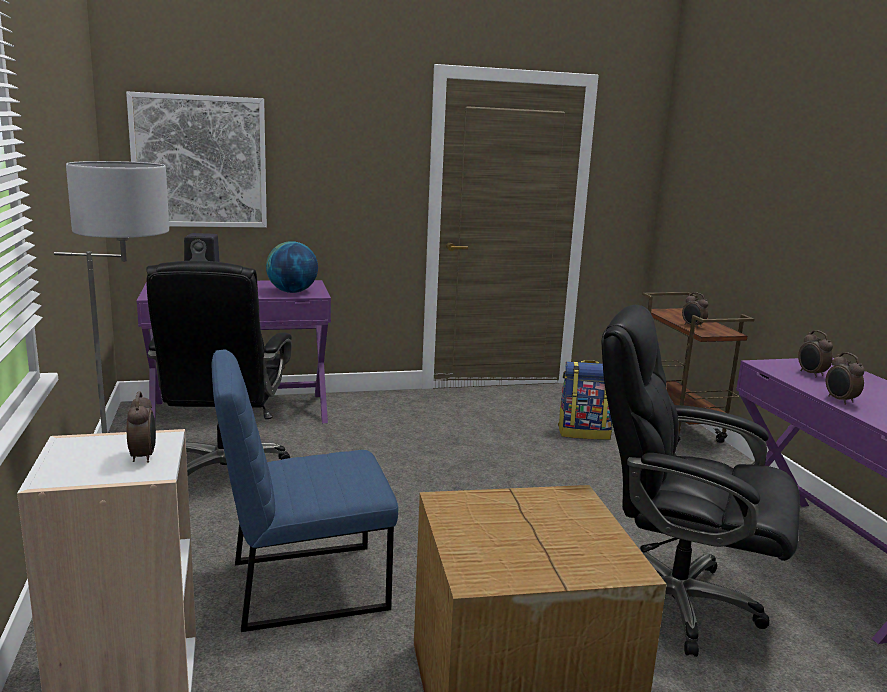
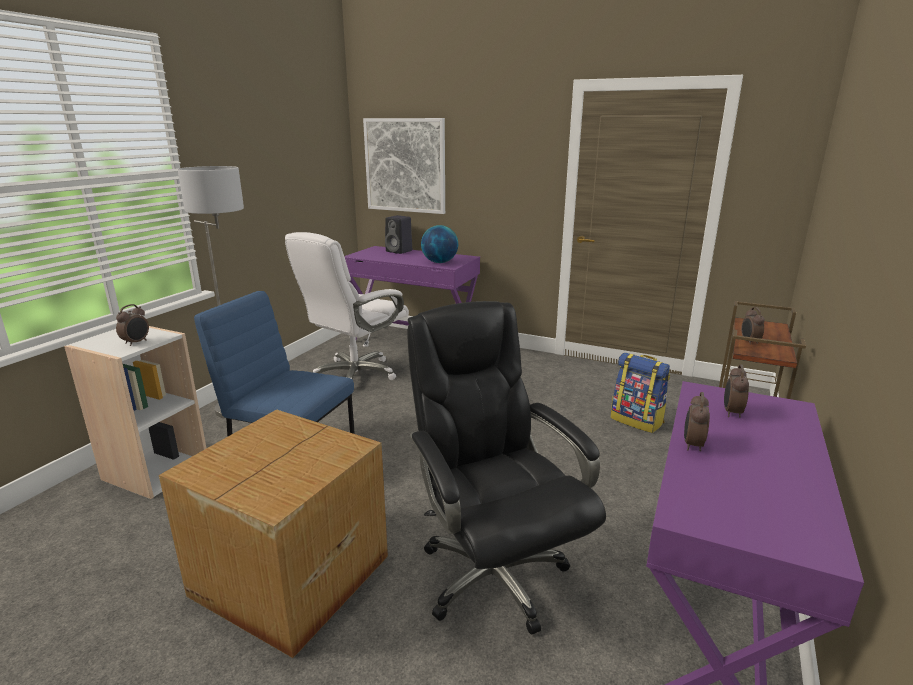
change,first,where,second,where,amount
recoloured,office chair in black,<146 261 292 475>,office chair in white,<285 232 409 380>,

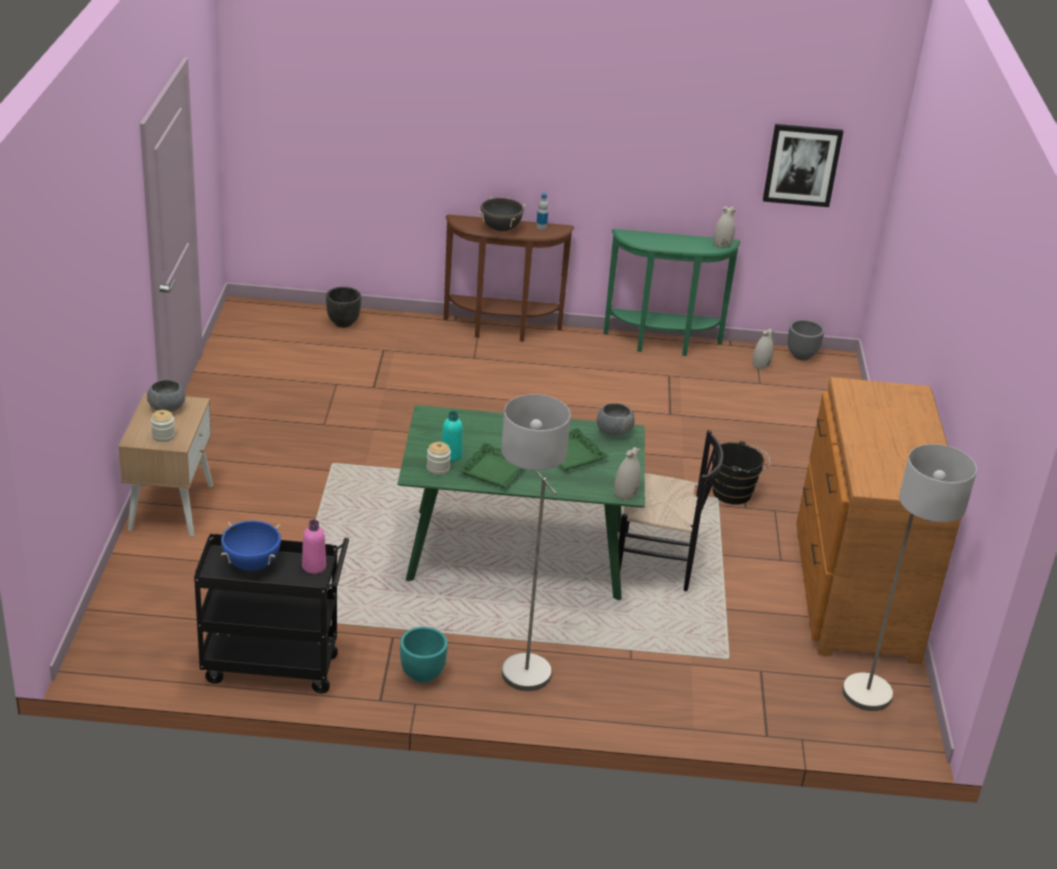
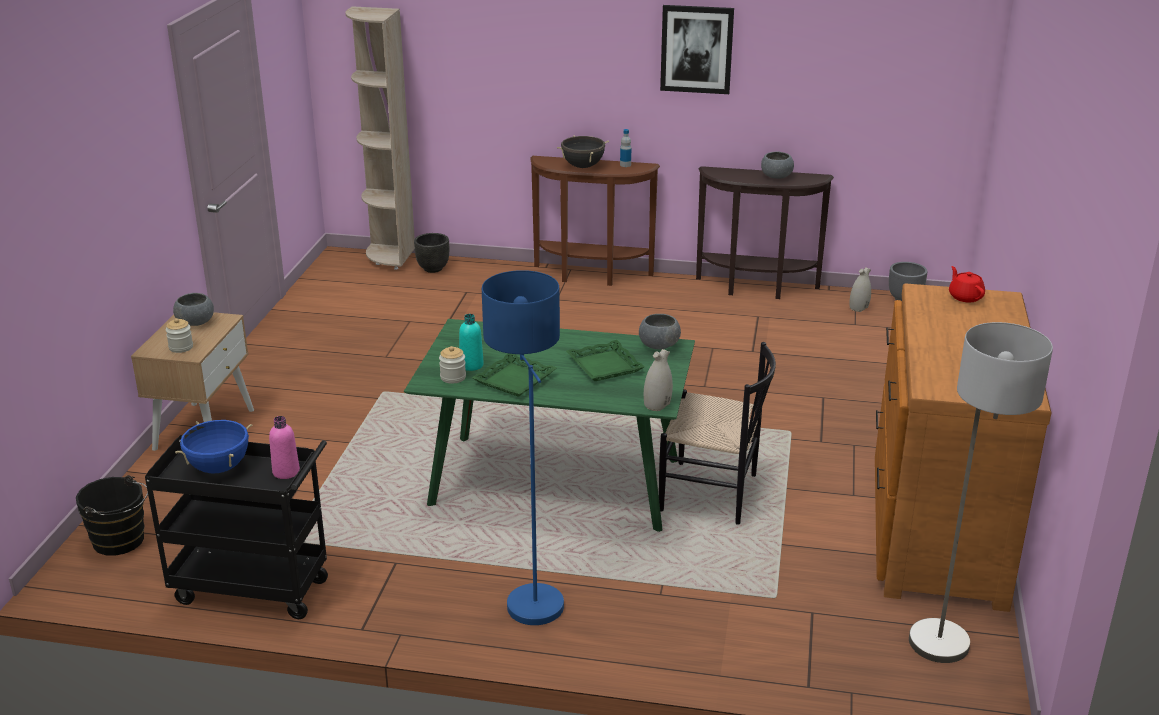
change,first,where,second,where,amount
removed,planter in turquoise,<400 627 448 683>,,,
removed,vase in white,<713 206 736 248>,,,
added,,,bookcase in beige,<346 6 415 270>,
added,,,bowl in grey,<761 151 794 179>,
added,,,teapot in red,<949 266 985 302>,
moved,bucket in black,<712 441 770 504>,,<76 475 148 556>,
moved,picture,<763 124 843 207>,,<660 5 734 94>,
recoloured,floor lamp in grey,<501 394 571 691>,floor lamp in blue,<482 270 564 625>,
recoloured,console table in green,<604 229 741 356>,console table in brown,<696 166 834 299>,

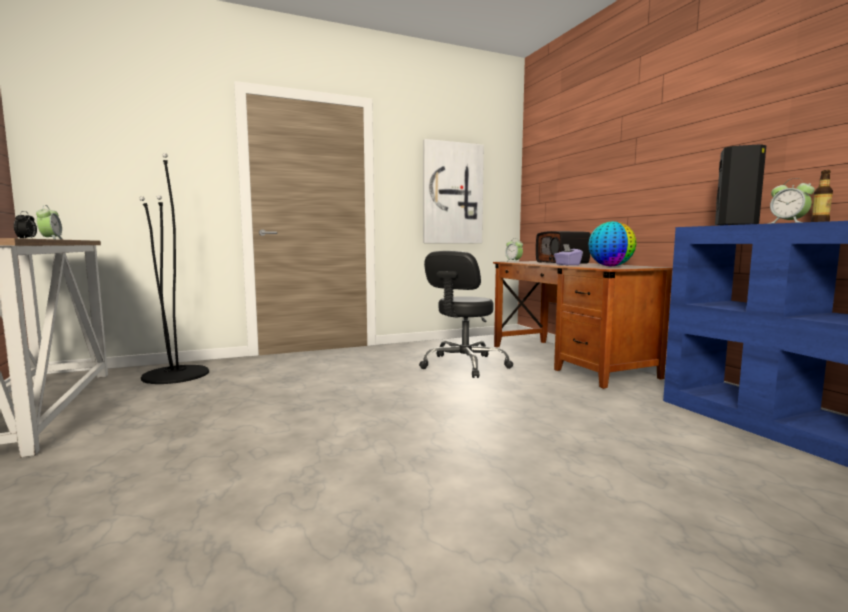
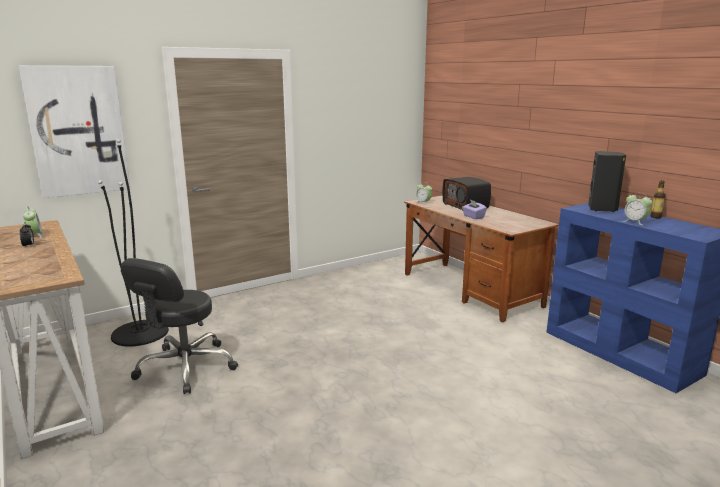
change,first,where,second,where,amount
removed,globe,<588 221 637 266>,,,
moved,office chair in black,<419 251 513 378>,,<121 258 238 394>,
moved,picture,<423 139 484 243>,,<19 65 131 198>,

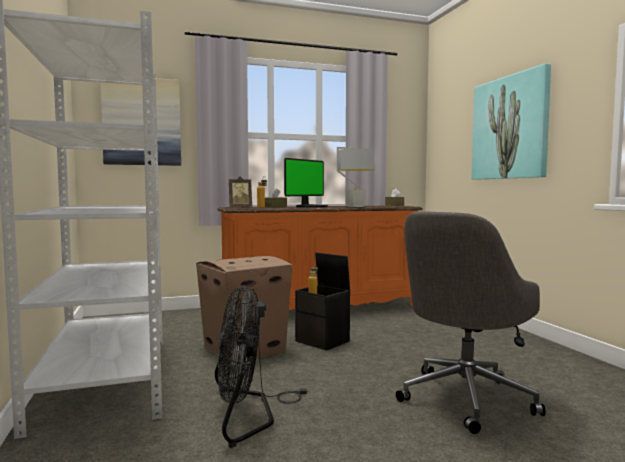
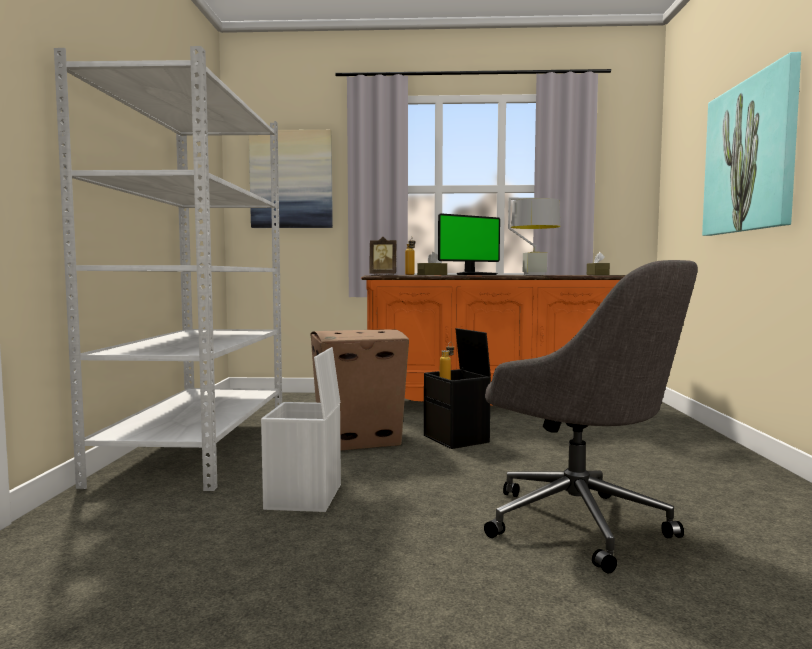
change,first,where,second,where,amount
replaced,fan in black,<215 285 309 448>,storage box in white,<261 347 341 512>,
turned,office chair in grey,<396 212 546 434>,,<484 260 698 574>,105 degrees counterclockwise

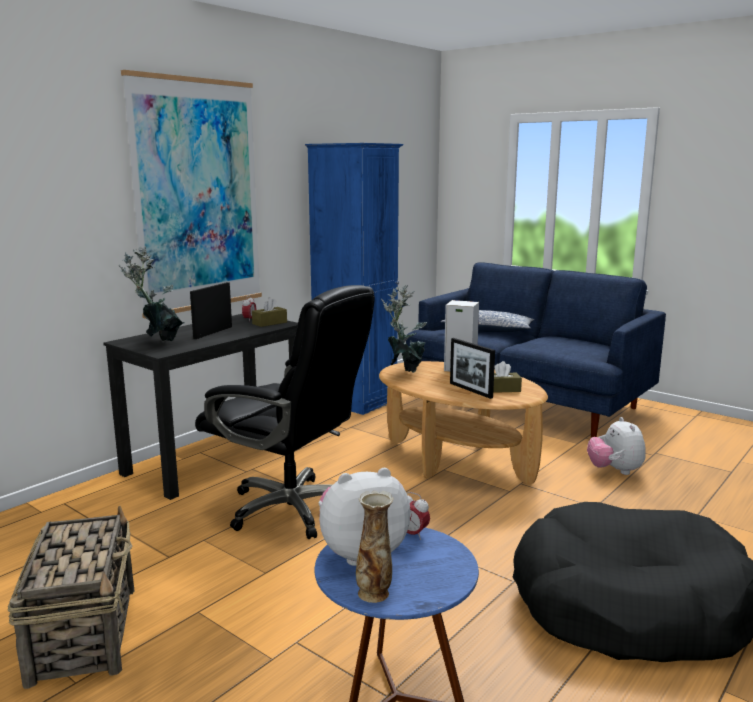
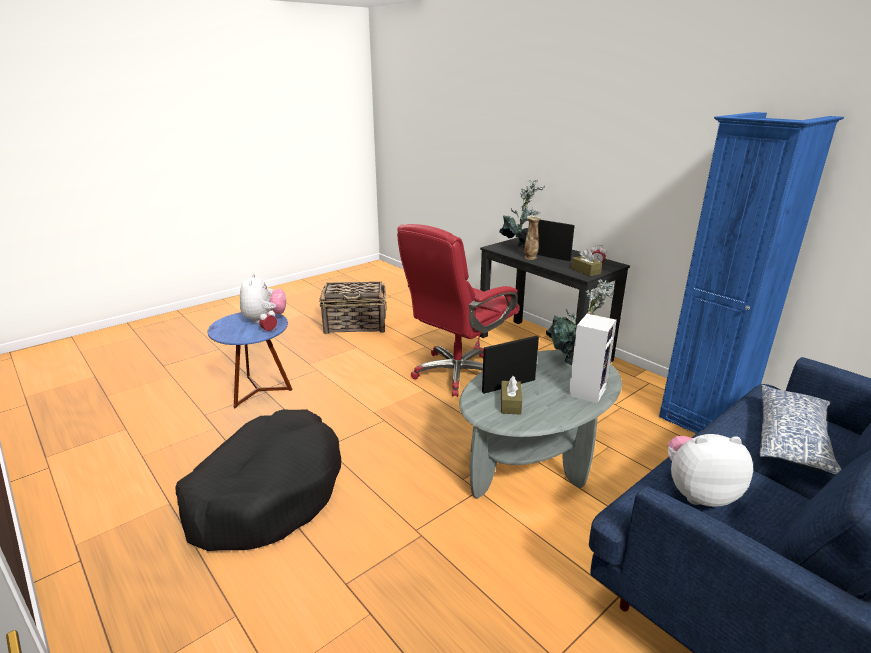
change,first,where,second,where,amount
removed,picture,<121 70 262 319>,,,
moved,vase,<356 491 394 603>,,<524 216 541 260>,
moved,plush toy,<587 417 646 475>,,<668 434 753 507>,
recoloured,office chair in black,<195 285 375 539>,office chair in red,<397 224 519 397>,
recoloured,coffee table in brown,<379 361 548 484>,coffee table in grey,<459 350 622 499>,

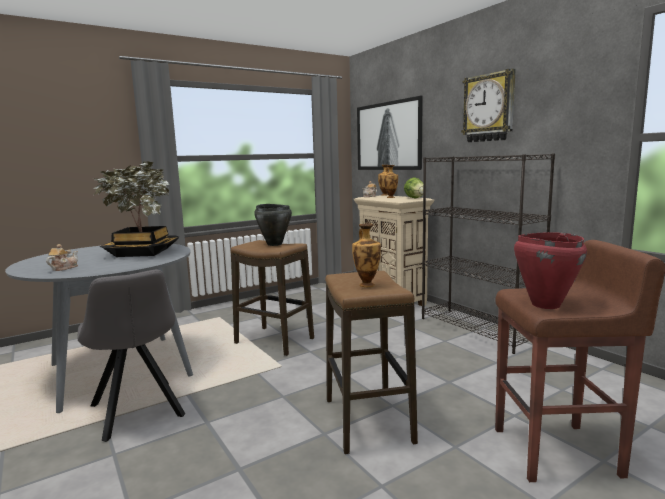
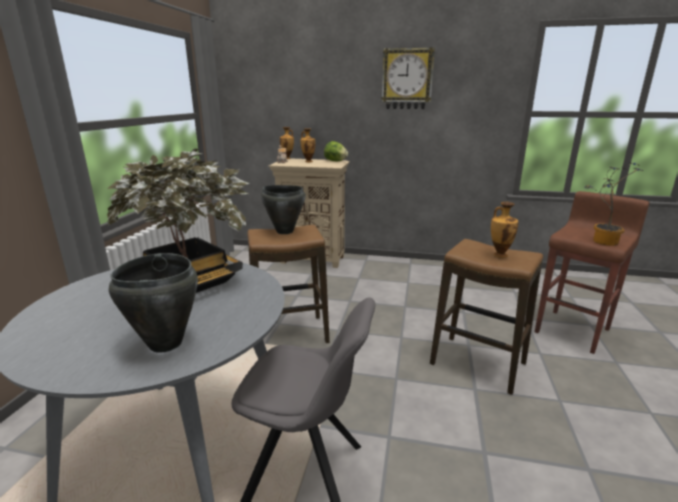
change,first,where,second,where,amount
removed,picture,<357 96 423 170>,,,
removed,bookcase in black,<422 153 555 354>,,,
replaced,teapot,<46 244 78 271>,cooking pot in black,<109 253 198 353>,
replaced,cooking pot in red,<514 232 587 309>,potted plant,<584 162 644 246>,

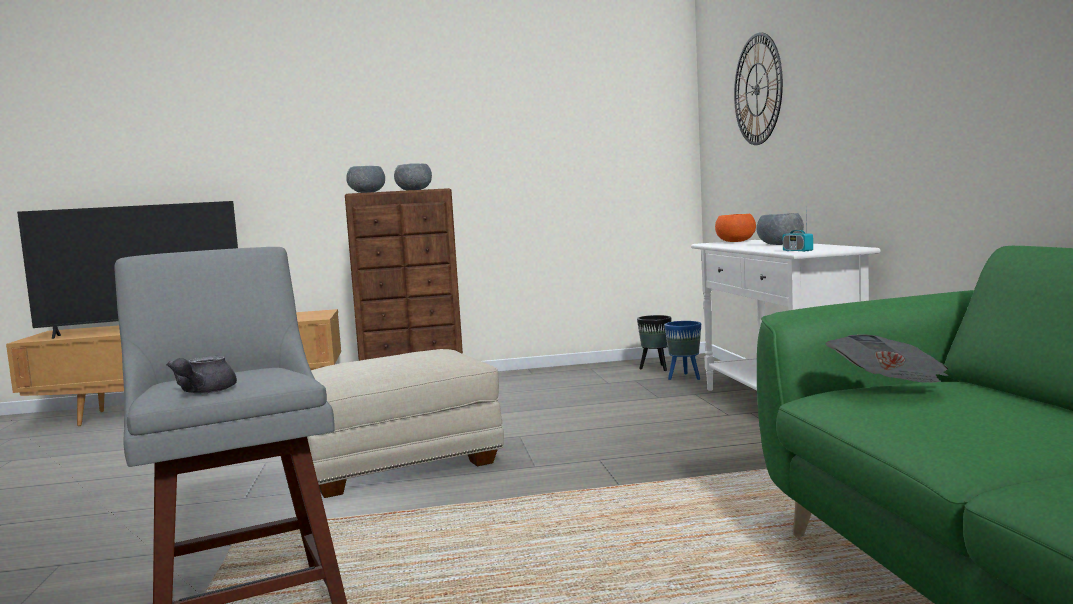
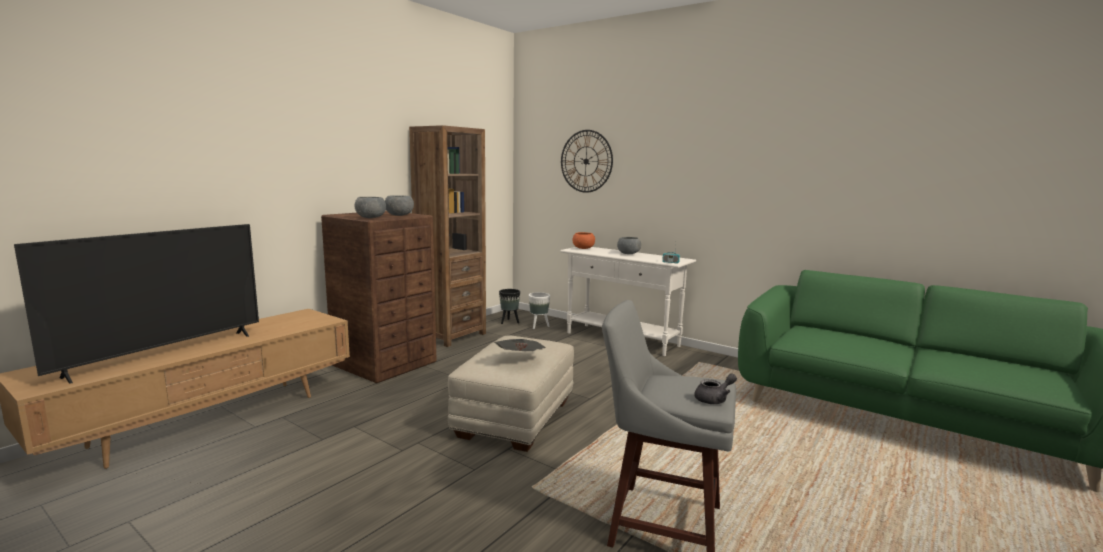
change,first,where,second,where,amount
added,,,bookcase in brown,<409 125 486 347>,
moved,newspaper,<825 335 949 383>,,<494 339 546 351>,
recoloured,planter in blue,<665 321 701 380>,planter in white,<529 292 550 329>,
turned,teapot in grey,<167 356 237 394>,,<694 373 737 404>,75 degrees counterclockwise

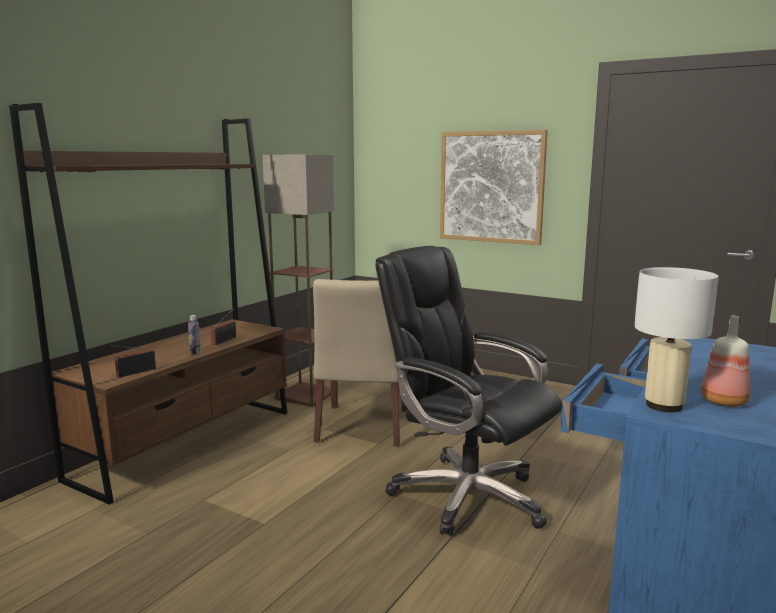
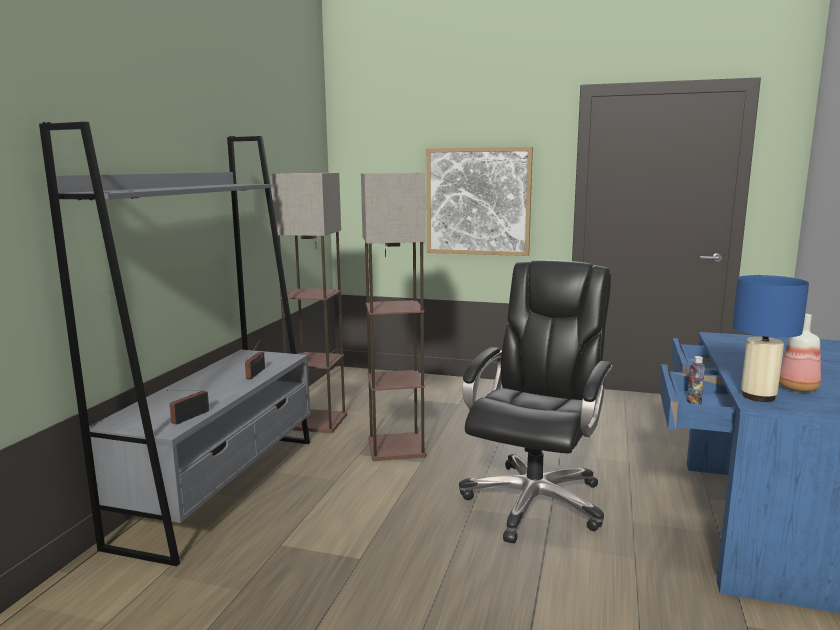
change,first,where,second,where,amount
moved,bottle,<188 315 201 355>,,<687 356 705 404>,
replaced,chair in beige,<313 279 407 447>,floor lamp,<361 173 426 461>,
recoloured,bookcase in brown,<9 103 287 505>,bookcase in grey,<39 122 310 566>,
recoloured,table lamp in white,<635 267 718 412>,table lamp in blue,<733 275 809 402>,
turned,office chair in black,<375 246 563 535>,,<459 260 612 543>,90 degrees clockwise

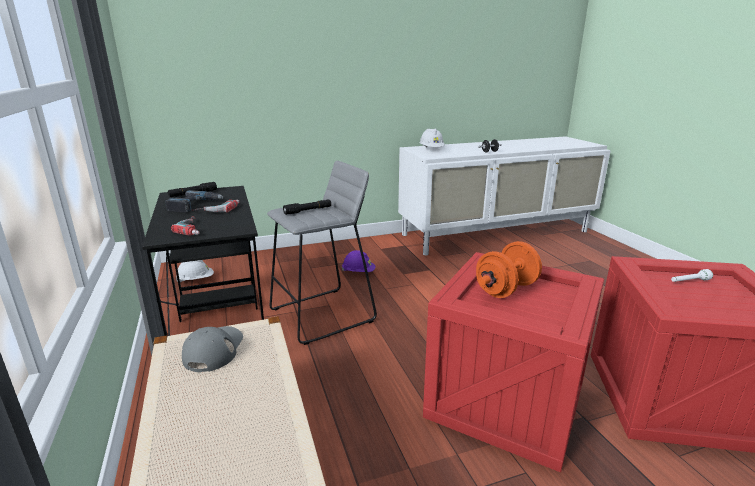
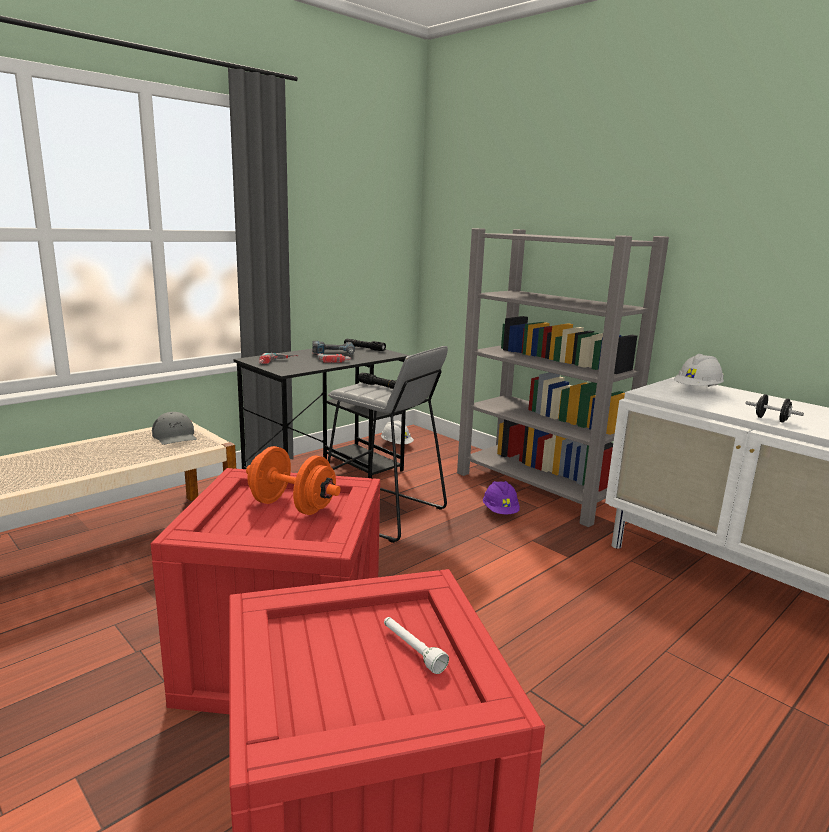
change,first,where,second,where,amount
added,,,bookcase in grey,<457 228 669 527>,
turned,cap in grey,<182 326 243 372>,,<152 412 196 445>,75 degrees clockwise

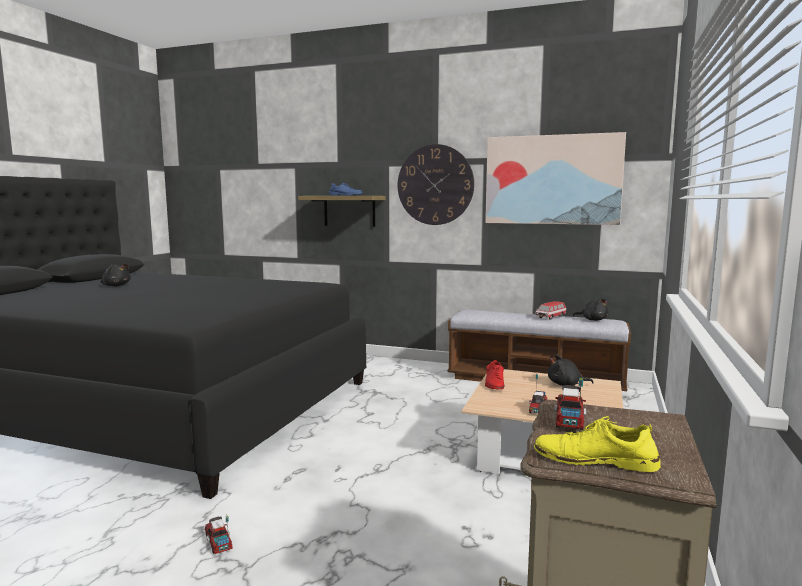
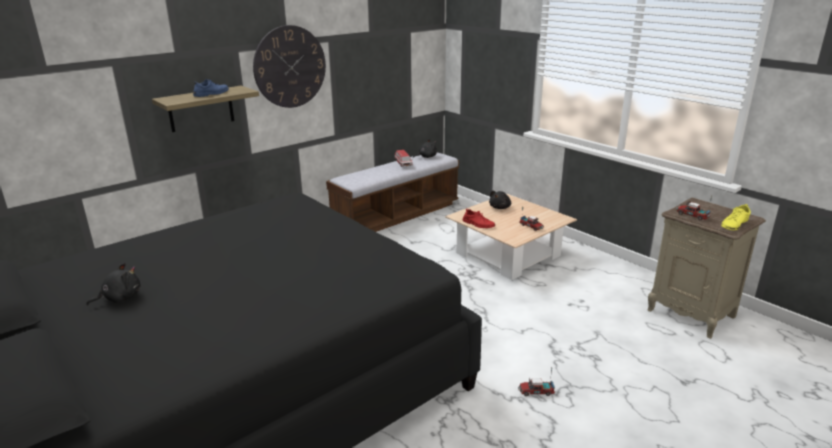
change,first,where,second,where,amount
removed,picture,<485 132 626 225>,,,

